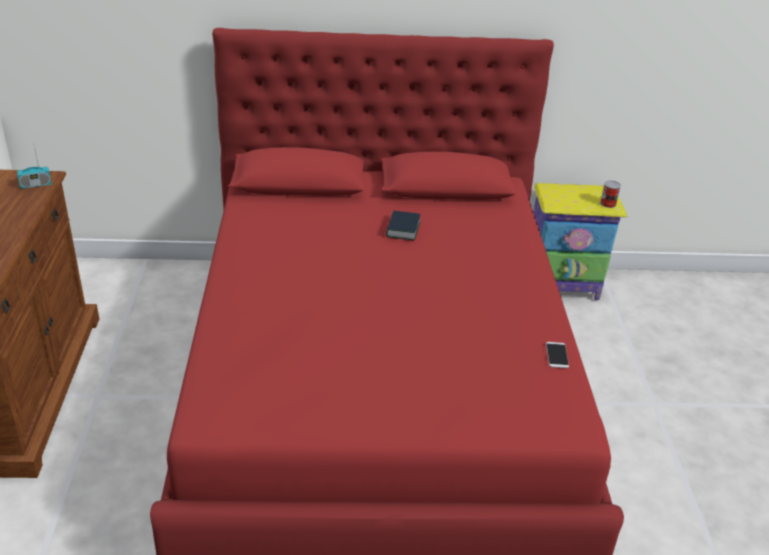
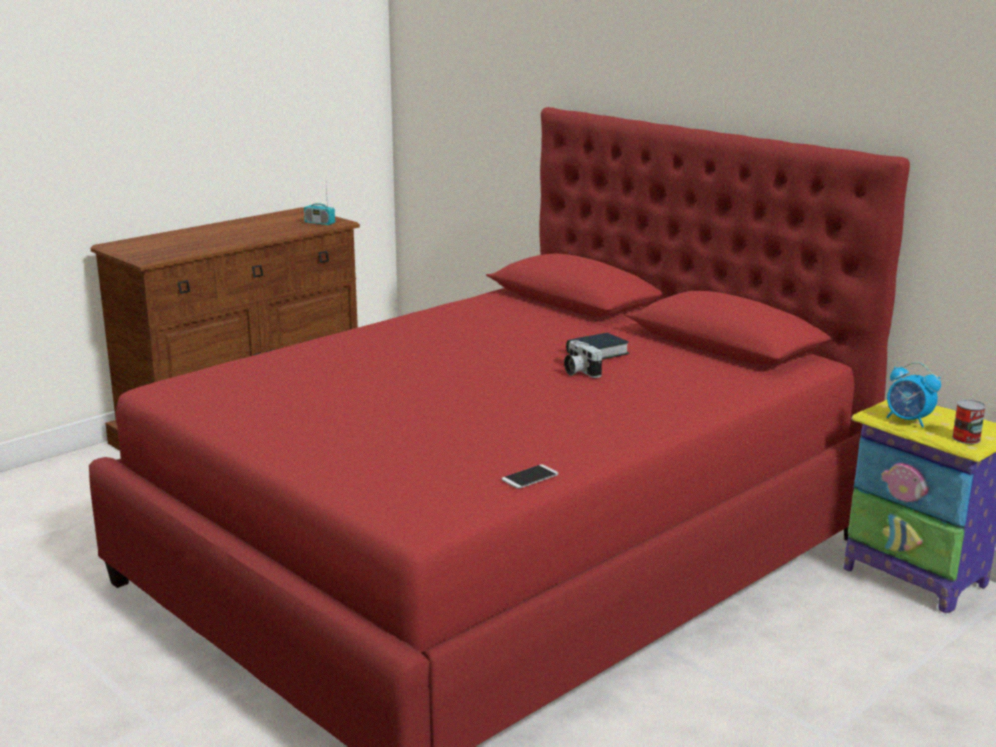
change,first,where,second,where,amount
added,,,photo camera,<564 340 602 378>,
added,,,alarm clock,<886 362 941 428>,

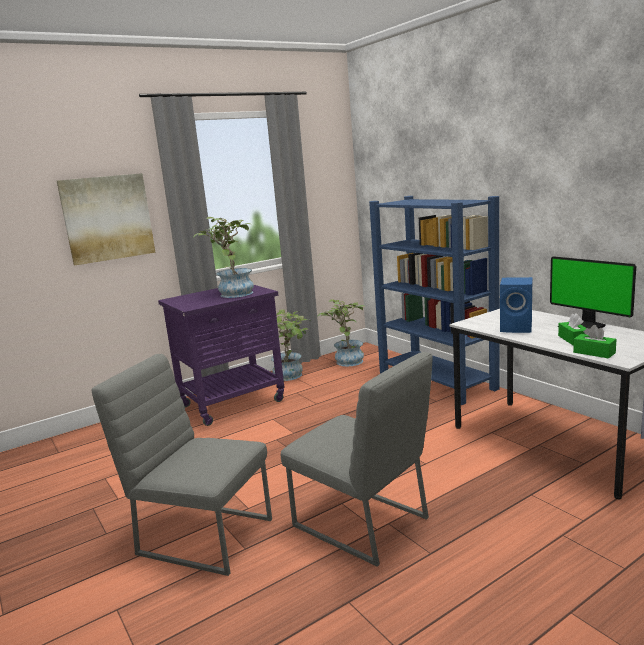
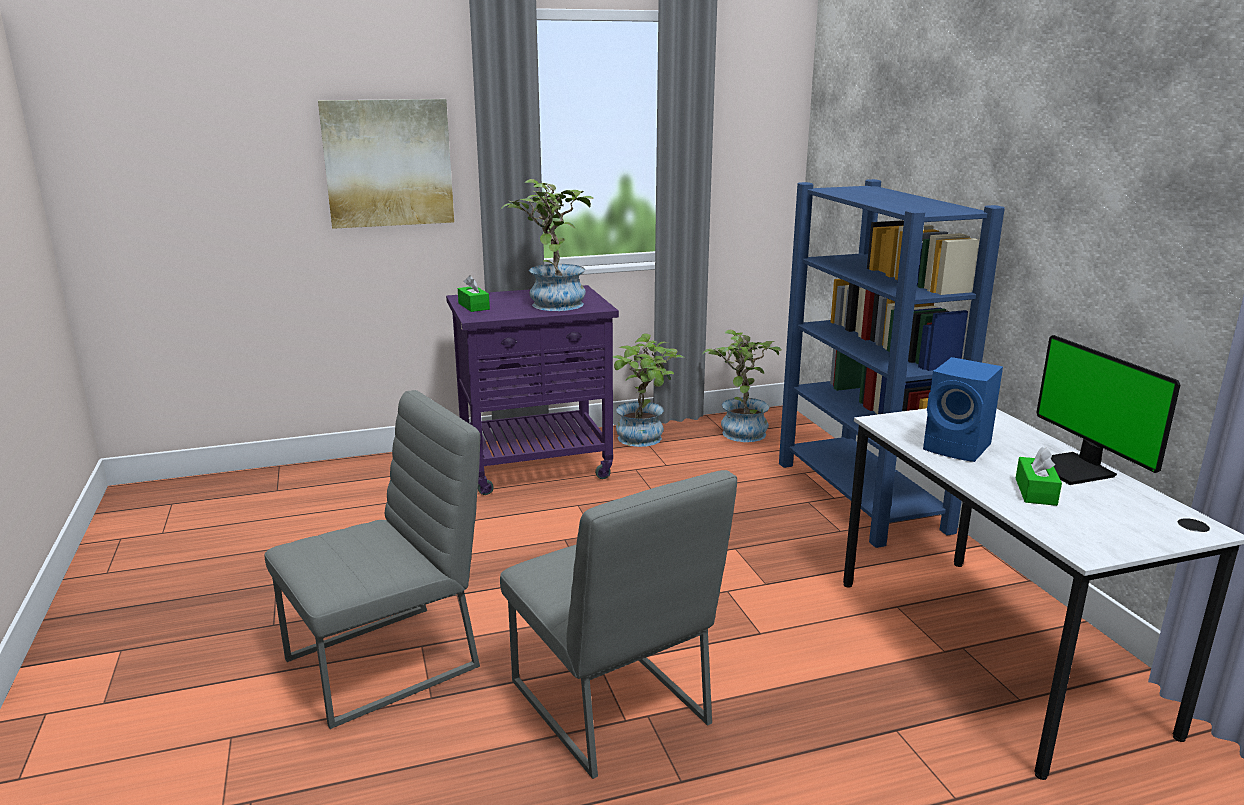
change,first,where,second,where,amount
moved,tissue box in green,<573 325 616 359>,,<458 275 490 312>,
turned,chair in grey,<92 354 272 576>,,<265 390 480 729>,105 degrees clockwise

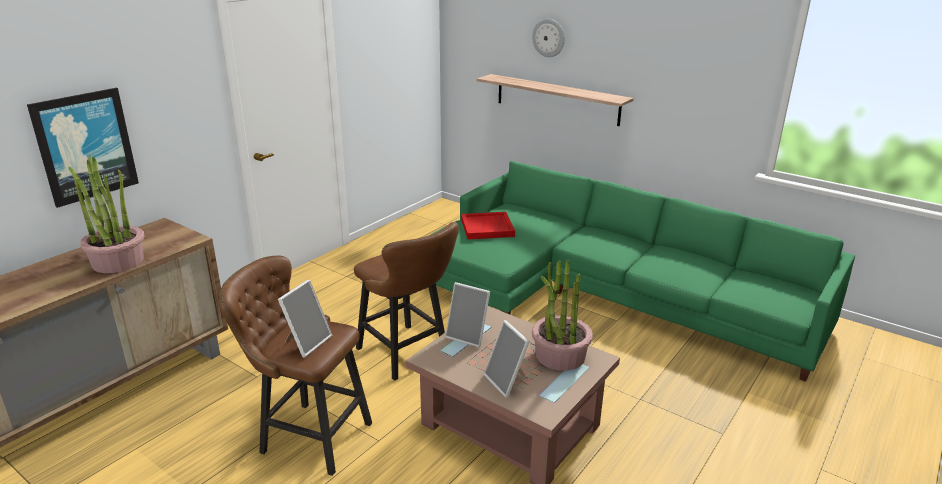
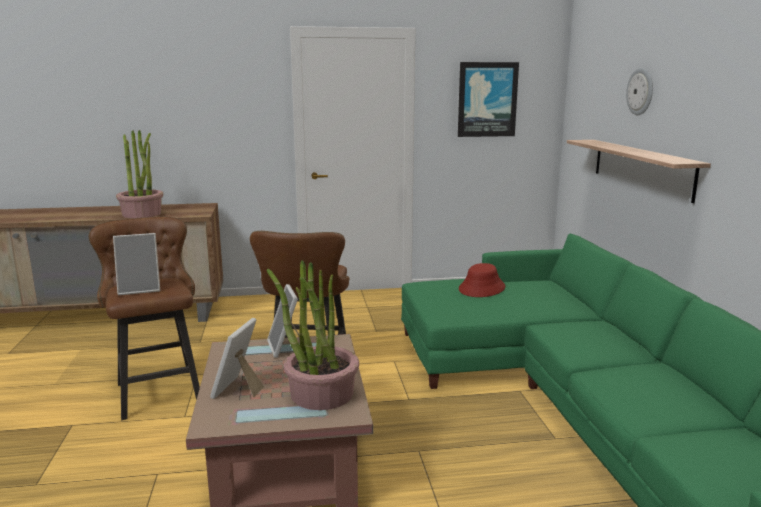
change,first,where,second,where,amount
moved,picture,<27 88 139 208>,,<458 62 519 137>,
replaced,tray in red,<461 212 515 240>,hat in red,<459 263 505 297>,

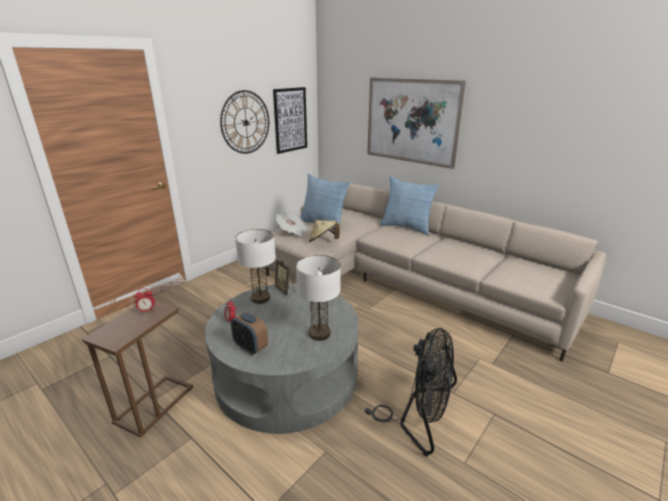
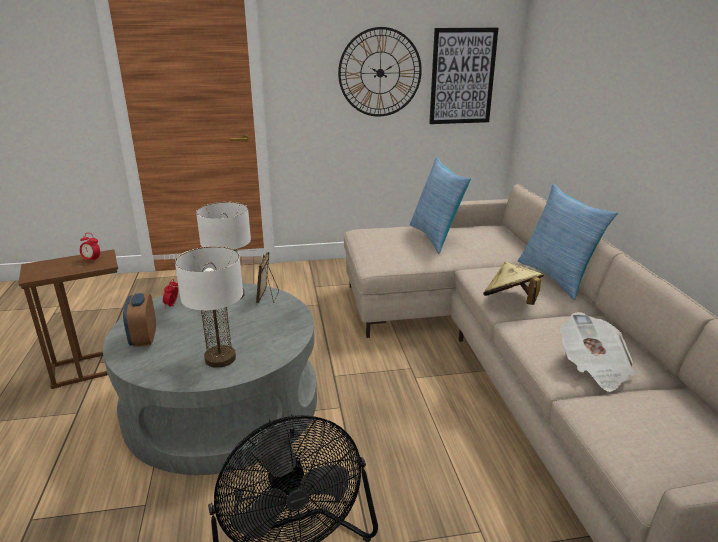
change,first,where,second,where,amount
removed,picture,<367 78 466 169>,,,
moved,newspaper,<275 211 309 237>,,<560 312 636 392>,
moved,hat in beige,<309 220 340 242>,,<483 262 544 305>,

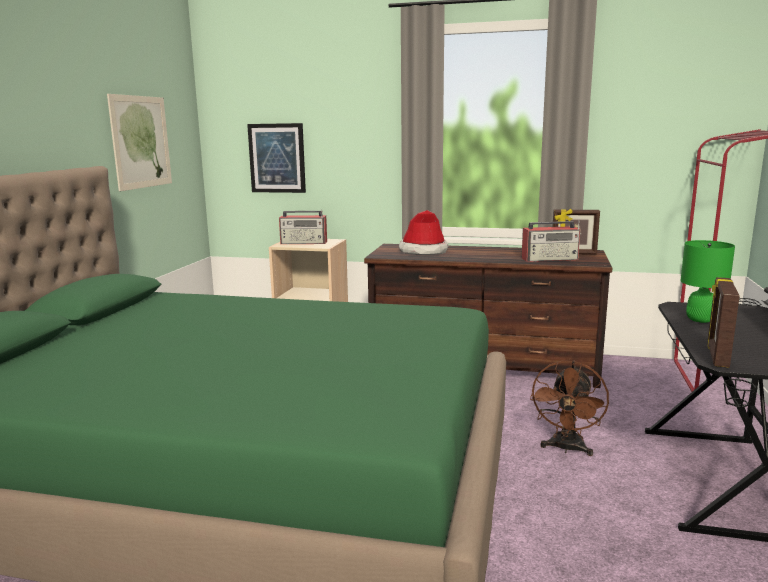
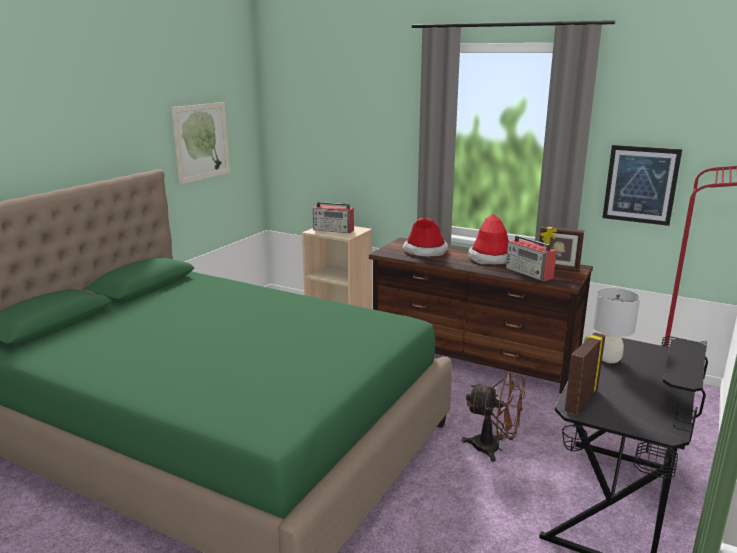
change,first,where,second,where,amount
added,,,hat,<468 214 509 265>,
moved,picture,<247 123 306 193>,,<602 145 682 226>,
recoloured,table lamp in green,<680 240 735 323>,table lamp in grey,<592 288 640 363>,
turned,radio,<522 221 580 262>,,<506 235 557 281>,45 degrees clockwise
turned,fan in brown,<530 360 609 456>,,<462 372 525 462>,105 degrees counterclockwise

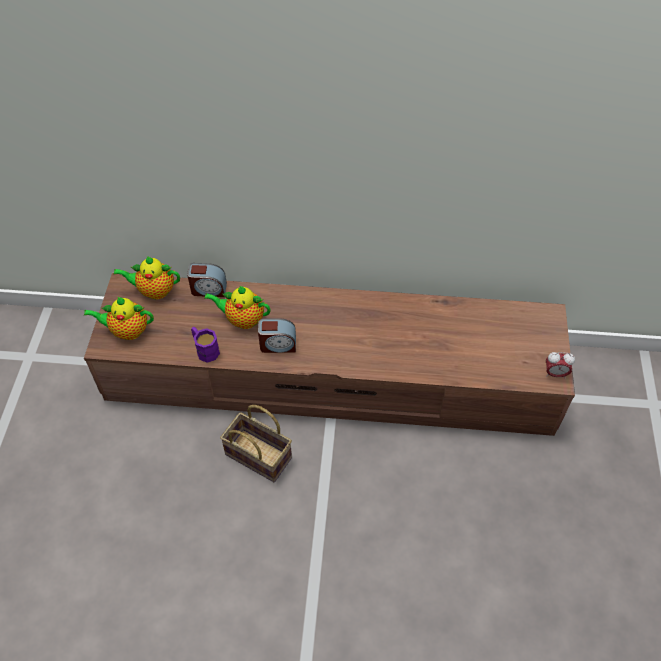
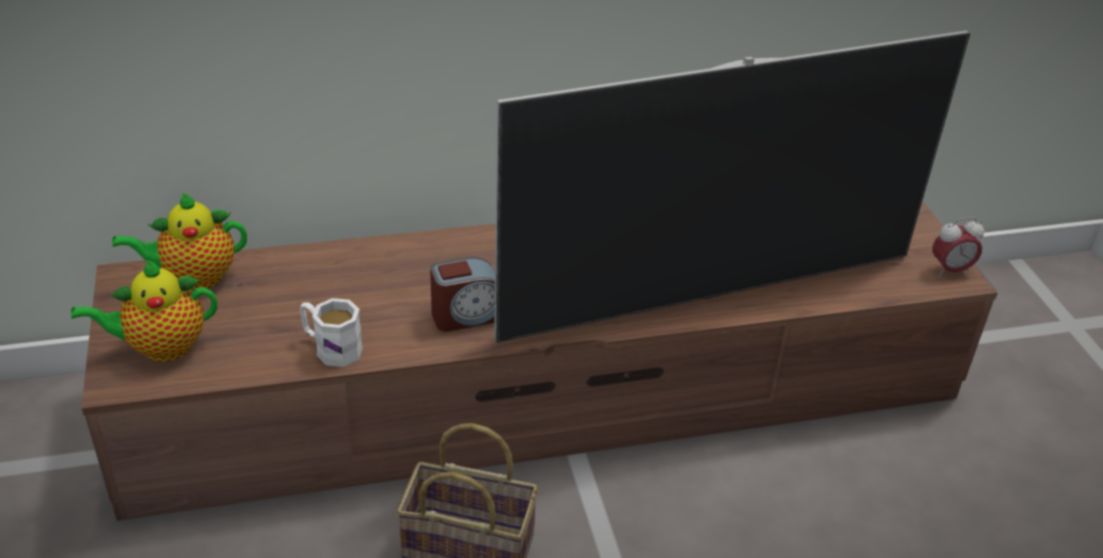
change,first,where,second,where,amount
removed,alarm clock,<187 263 227 297>,,,
removed,teapot,<204 286 271 329>,,,
added,,,television,<494 31 970 343>,
recoloured,mug in purple,<191 327 220 363>,mug in white,<300 298 363 367>,

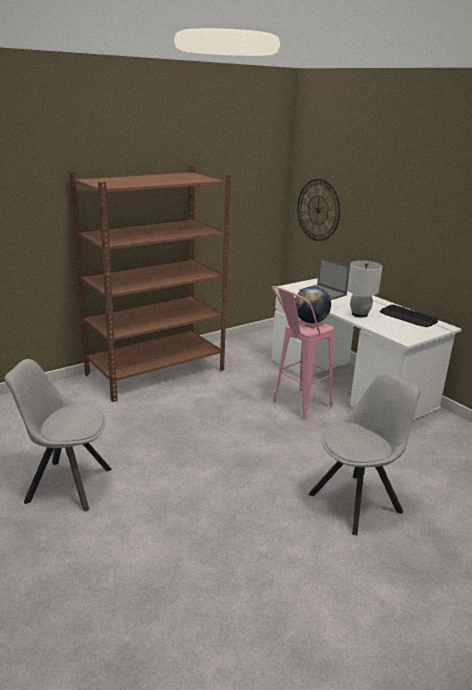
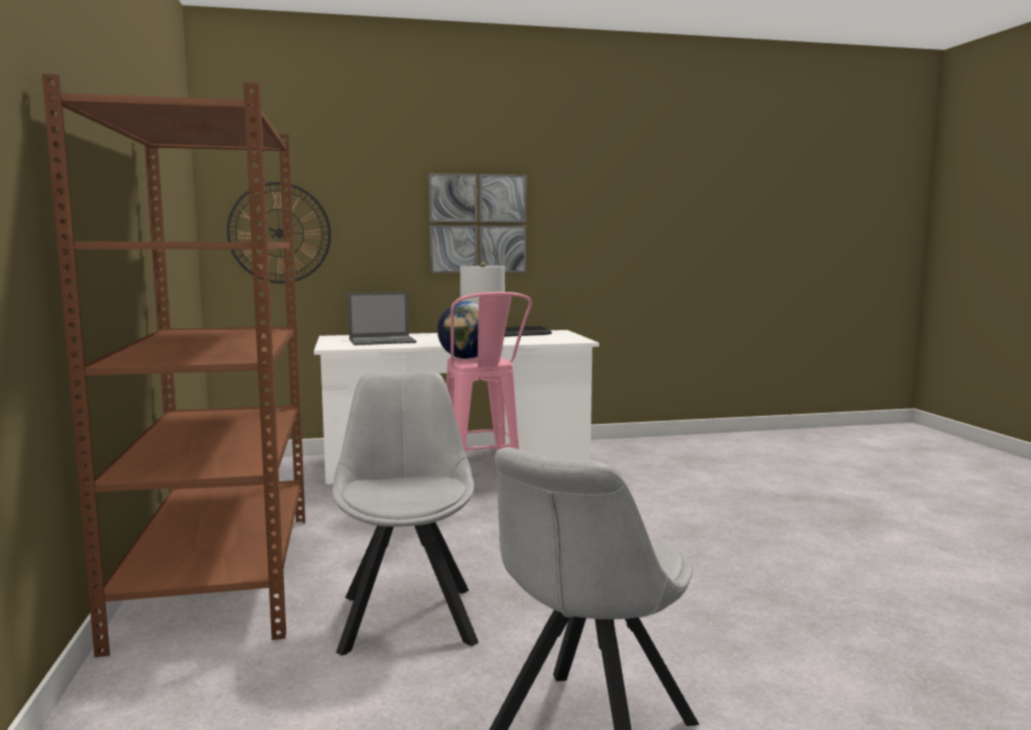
change,first,where,second,where,amount
added,,,picture,<429 173 526 273>,
moved,chair in grey,<309 371 420 535>,,<332 371 479 656>,

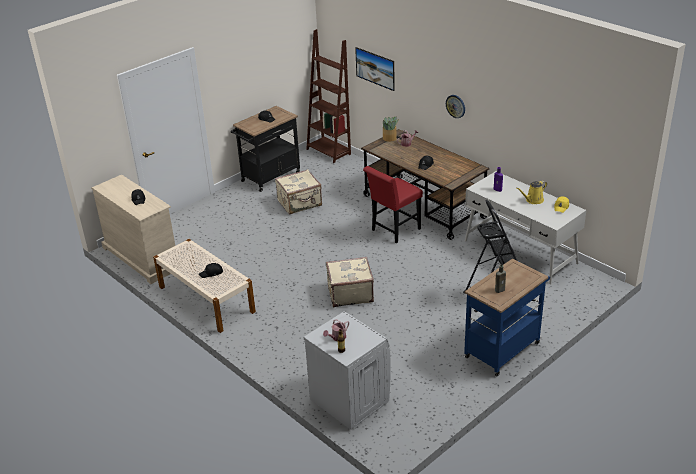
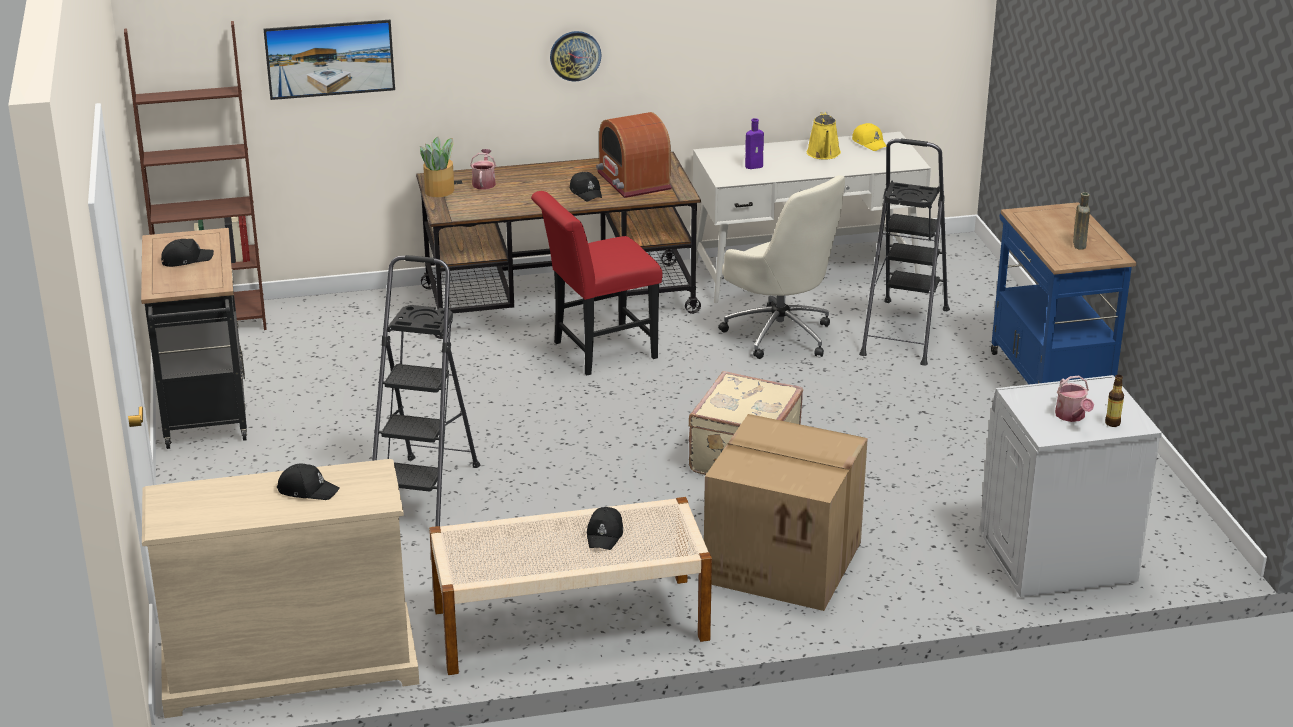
change,first,where,second,where,amount
removed,suitcase in beige,<275 169 322 214>,,,
added,,,step ladder,<372 255 481 527>,
added,,,radio,<596 112 672 198>,
added,,,cardboard box,<704 414 868 611>,
added,,,office chair in beige,<718 175 845 359>,
turned,chair in red,<363 166 423 244>,,<531 191 662 375>,75 degrees clockwise

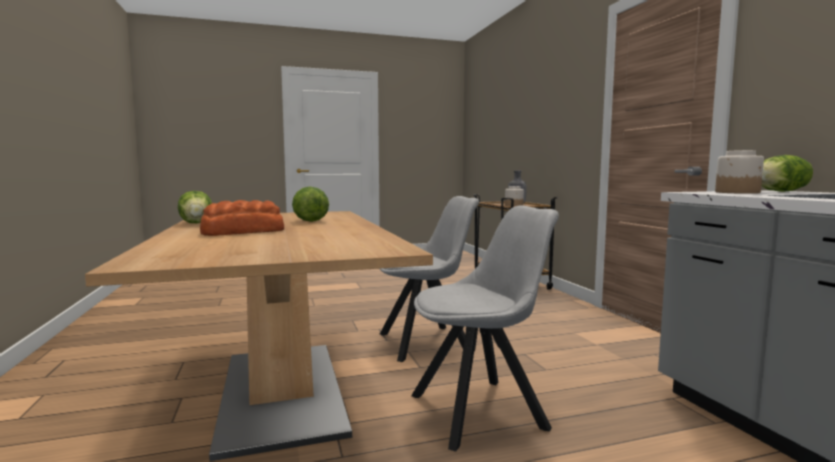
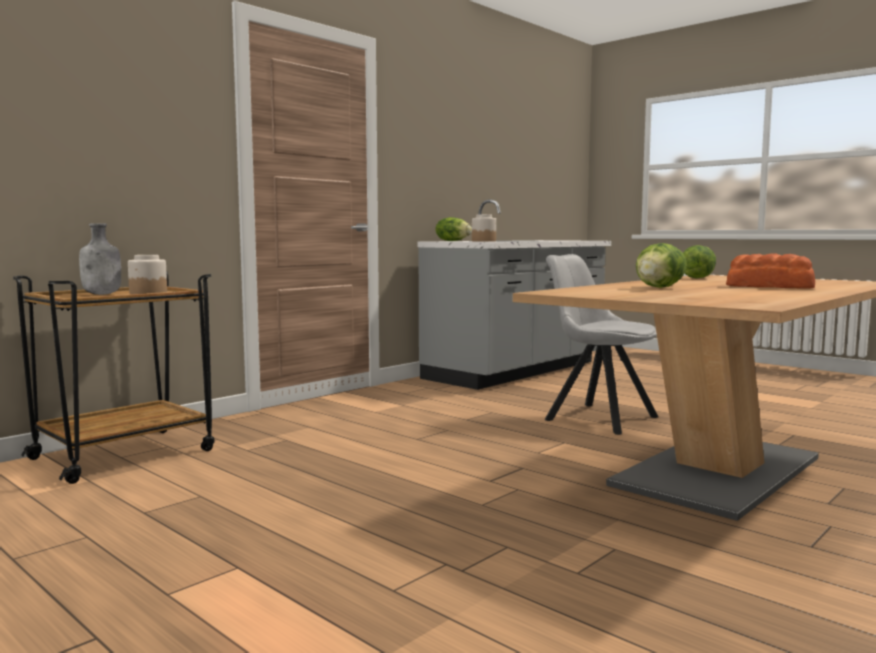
change,first,where,second,where,amount
removed,chair in grey,<380 196 479 362>,,,
moved,lettuce,<178 191 212 223>,,<683 245 716 279>,

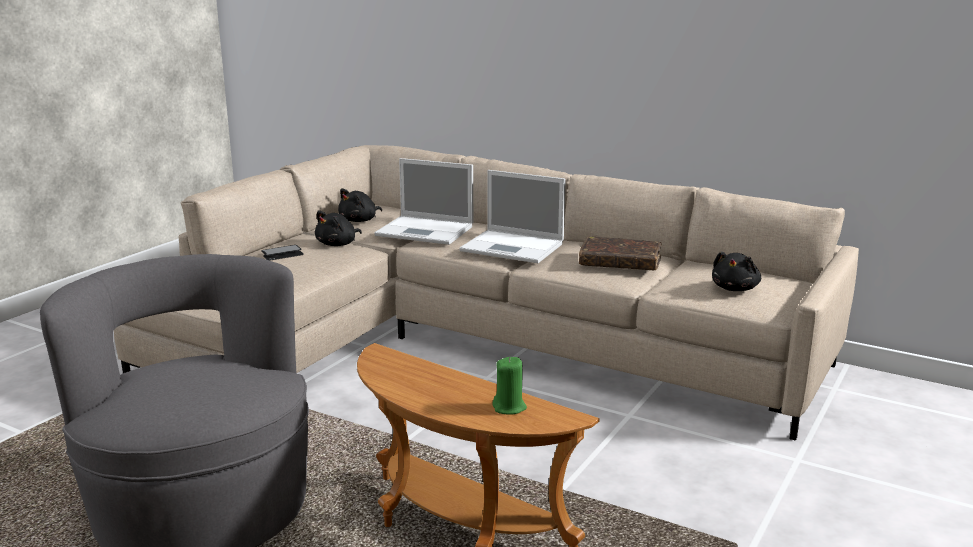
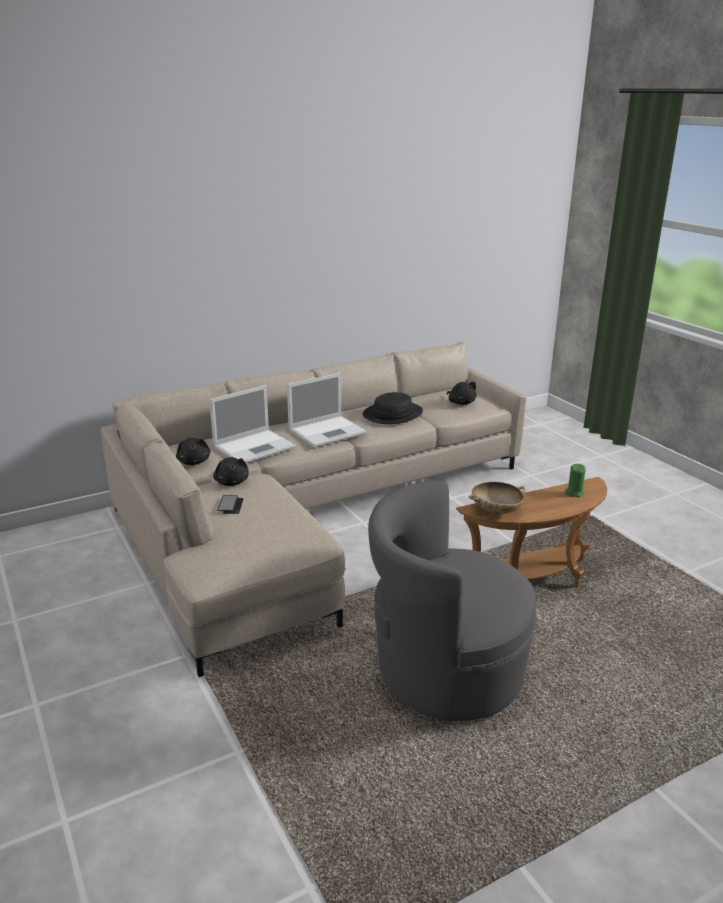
change,first,where,second,where,amount
added,,,bowl in beige,<469 482 526 514>,
replaced,book in brown,<579 236 662 270>,hat in black,<363 392 423 424>,

